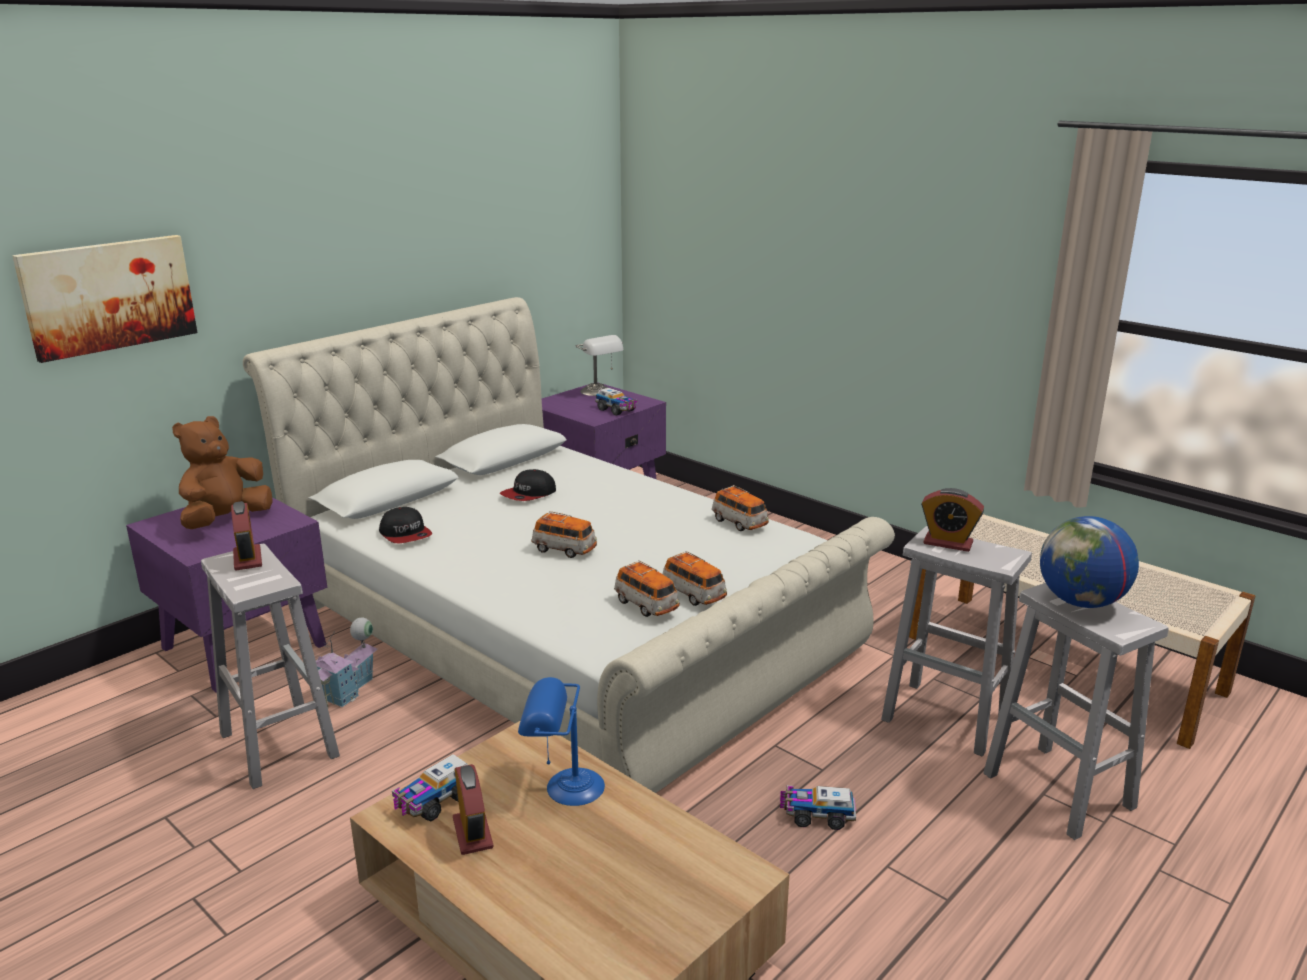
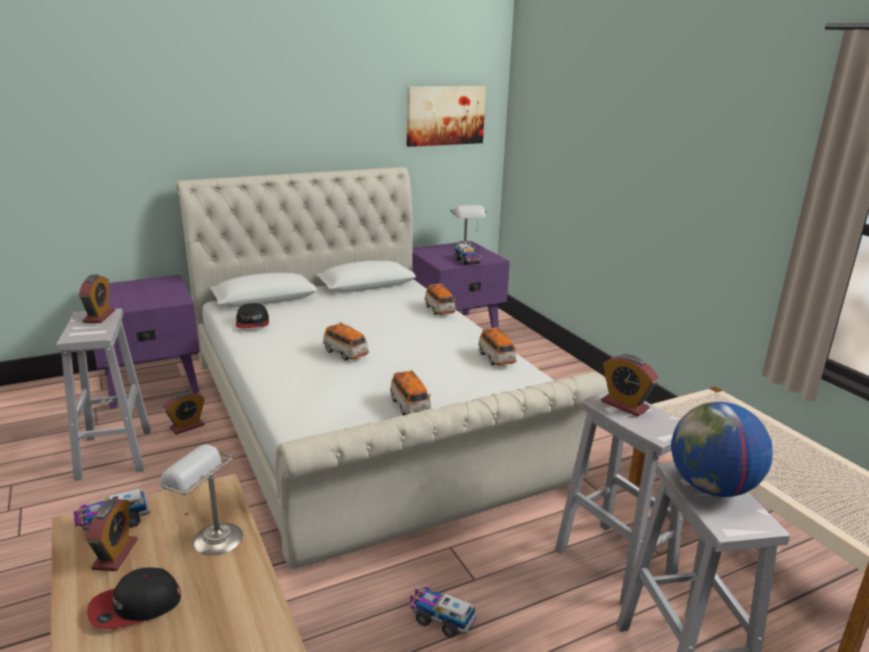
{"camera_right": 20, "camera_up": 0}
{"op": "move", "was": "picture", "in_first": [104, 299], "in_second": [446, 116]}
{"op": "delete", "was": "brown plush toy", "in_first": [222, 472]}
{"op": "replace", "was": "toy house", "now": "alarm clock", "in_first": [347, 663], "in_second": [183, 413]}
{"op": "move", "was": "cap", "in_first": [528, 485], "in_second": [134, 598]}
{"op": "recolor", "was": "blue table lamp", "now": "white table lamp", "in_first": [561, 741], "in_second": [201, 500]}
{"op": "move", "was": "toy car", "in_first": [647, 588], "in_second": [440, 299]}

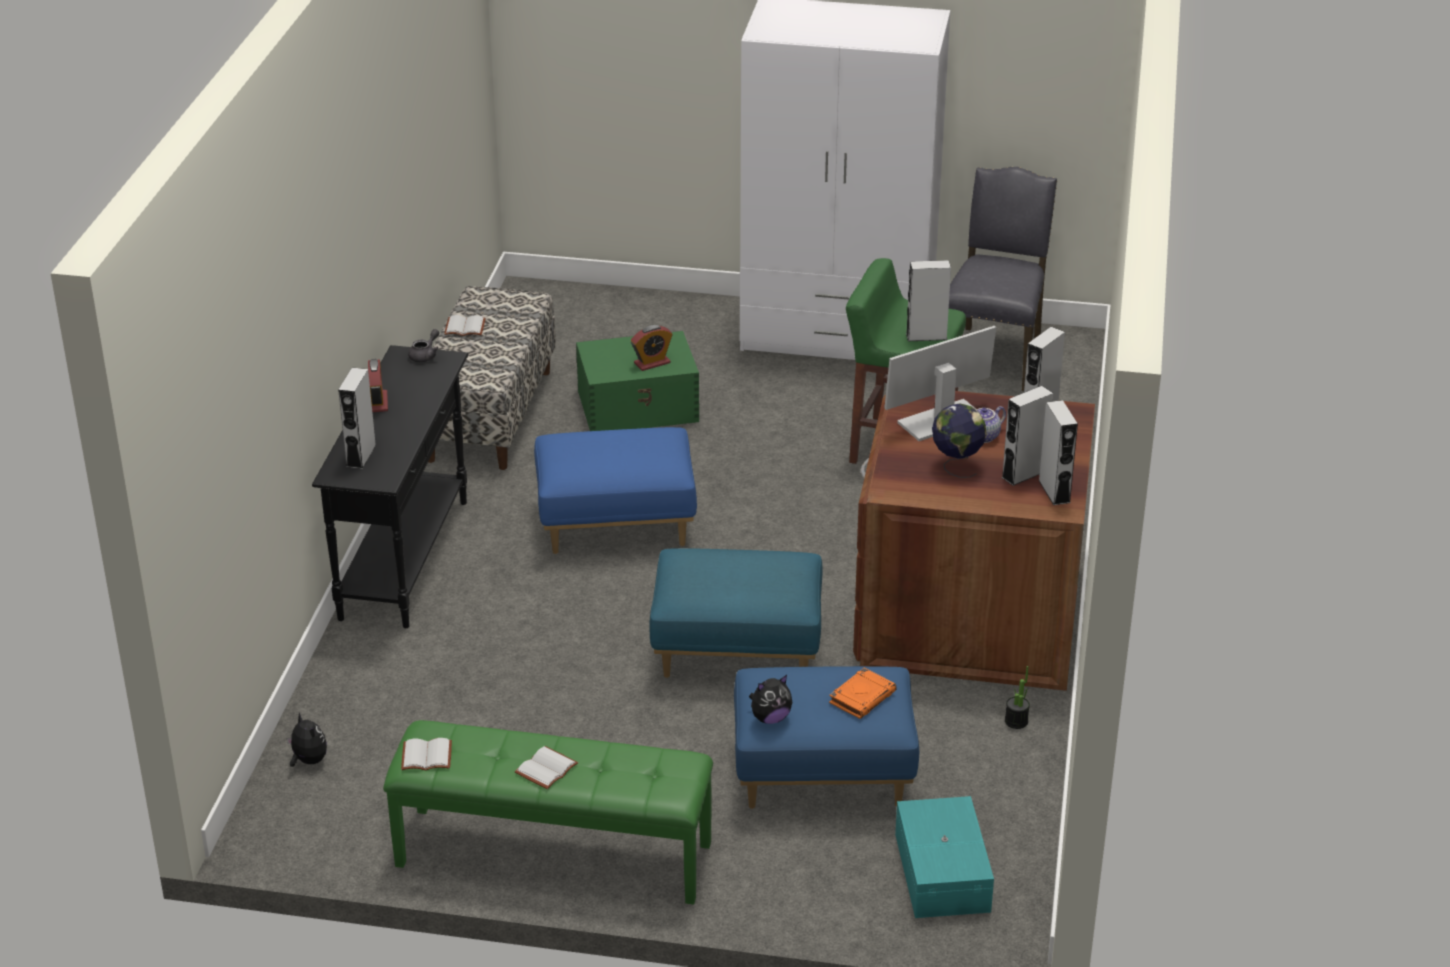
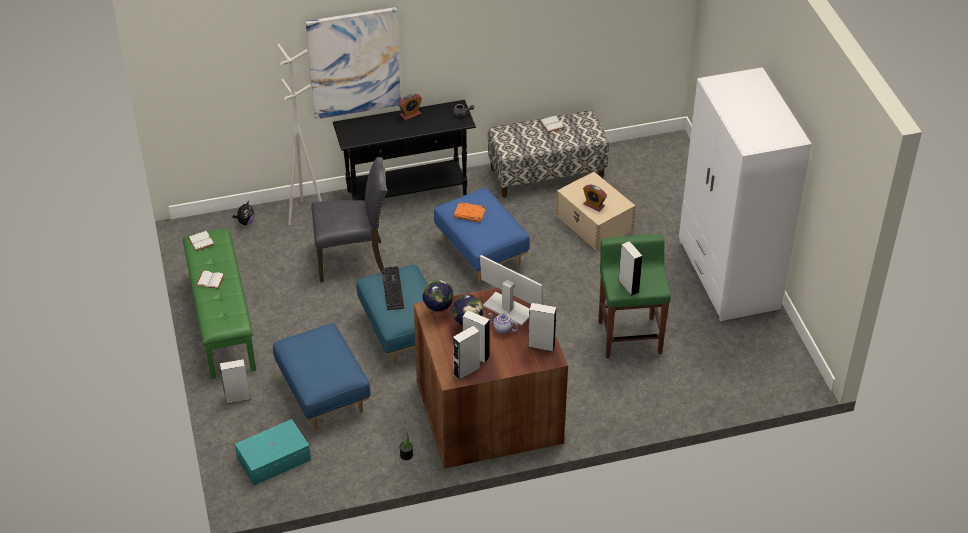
{"camera_right": 65, "camera_up": 10}
{"op": "move", "was": "grey speaker", "in_first": [357, 418], "in_second": [235, 381]}
{"op": "recolor", "was": "green storage box", "now": "beige storage box", "in_first": [637, 381], "in_second": [596, 211]}
{"op": "delete", "was": "plush toy", "in_first": [771, 699]}
{"op": "move", "was": "orange book", "in_first": [863, 693], "in_second": [469, 212]}
{"op": "move", "was": "grey chair", "in_first": [1003, 279], "in_second": [349, 220]}
{"op": "insert", "now": "grey clothes rack", "in_second": [299, 134]}
{"op": "insert", "now": "picture", "in_second": [353, 63]}
{"op": "insert", "now": "keyboard", "in_second": [393, 288]}
{"op": "insert", "now": "globe", "in_second": [438, 299]}

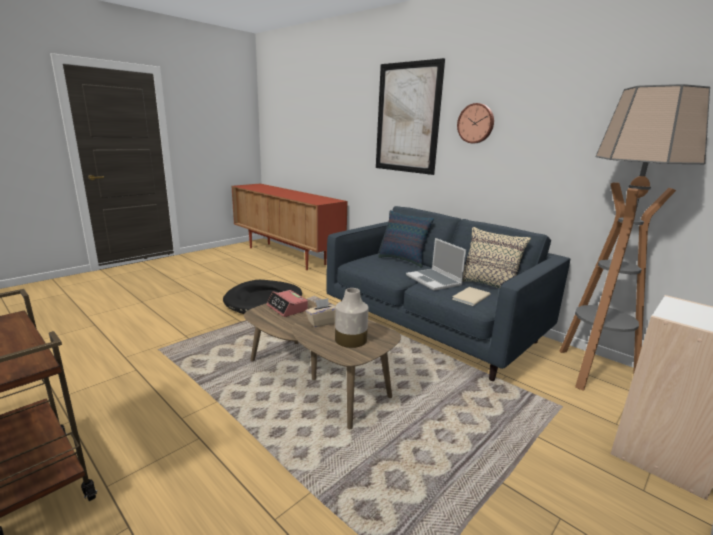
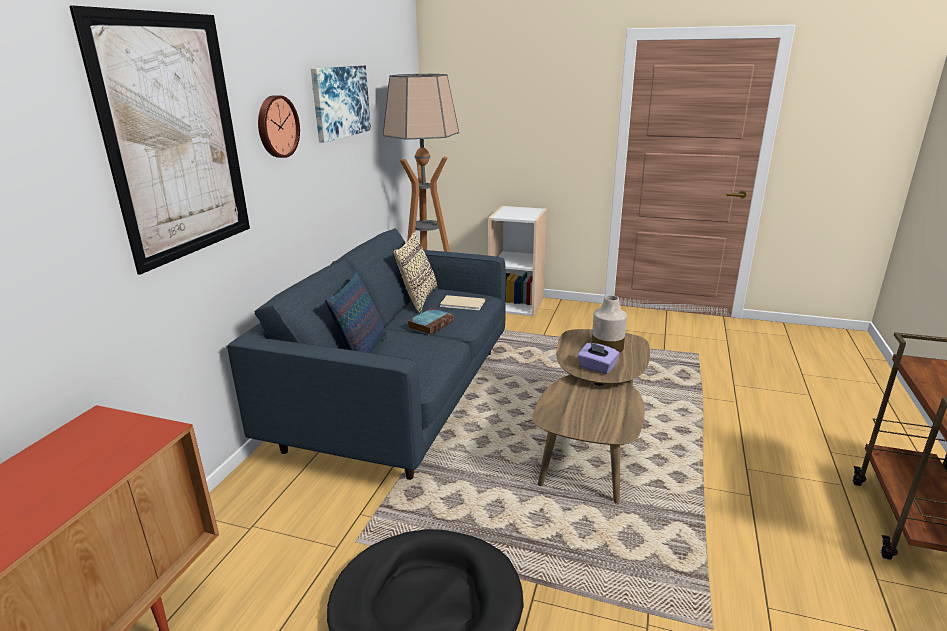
{"camera_right": -115, "camera_up": 5}
{"op": "delete", "was": "alarm clock", "in_first": [287, 303]}
{"op": "recolor", "was": "beige tissue box", "now": "purple tissue box", "in_first": [321, 312], "in_second": [598, 358]}
{"op": "replace", "was": "laptop", "now": "book", "in_first": [436, 264], "in_second": [431, 321]}
{"op": "insert", "now": "picture", "in_second": [341, 104]}

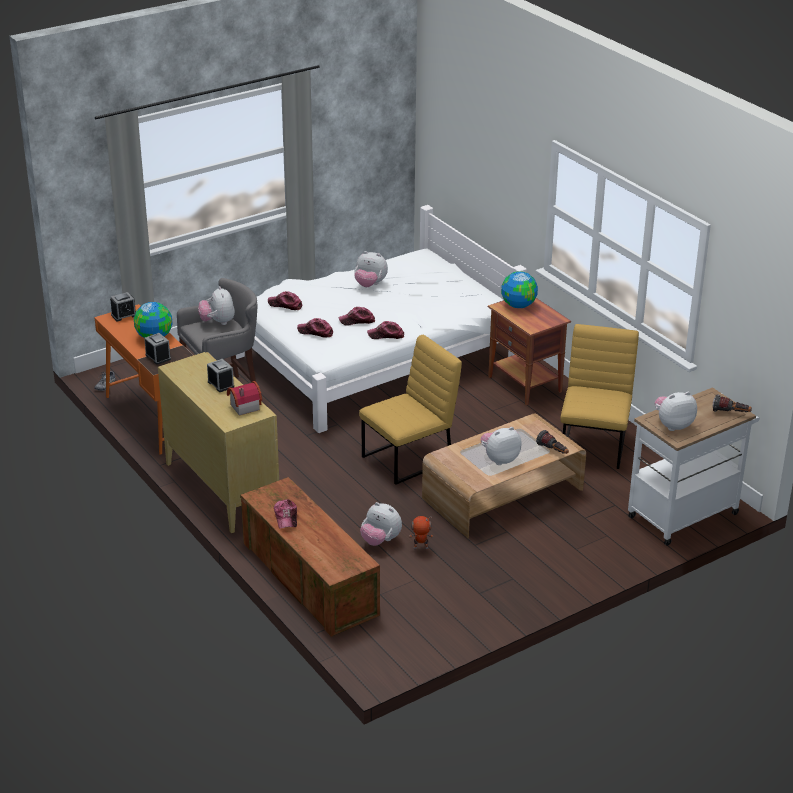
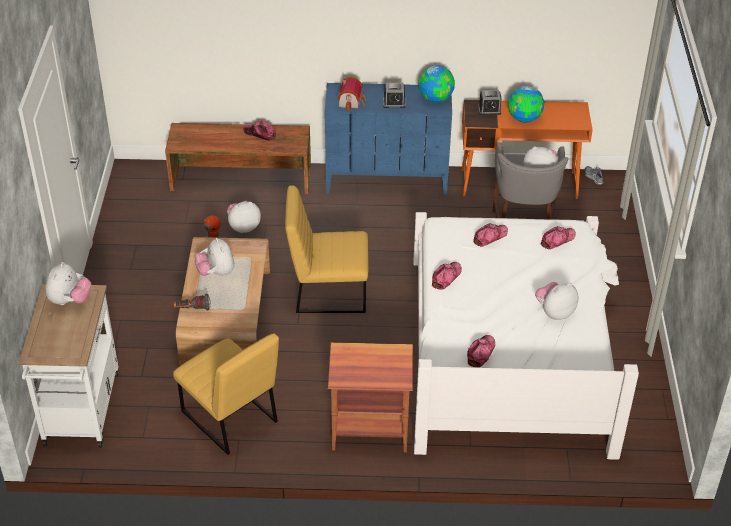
{"camera_right": 125, "camera_up": 10}
{"op": "delete", "was": "alarm clock", "in_first": [123, 306]}
{"op": "recolor", "was": "beige dresser", "now": "blue dresser", "in_first": [218, 442], "in_second": [388, 139]}
{"op": "move", "was": "cap", "in_first": [357, 316], "in_second": [481, 351]}
{"op": "rotate", "was": "yellow chair", "in_first": [410, 410], "in_second": [326, 249], "clockwise": 90}
{"op": "rotate", "was": "plush toy", "in_first": [501, 446], "in_second": [214, 257], "clockwise": 150}
{"op": "move", "was": "globe", "in_first": [519, 289], "in_second": [437, 83]}
{"op": "delete", "was": "flashlight", "in_first": [732, 403]}

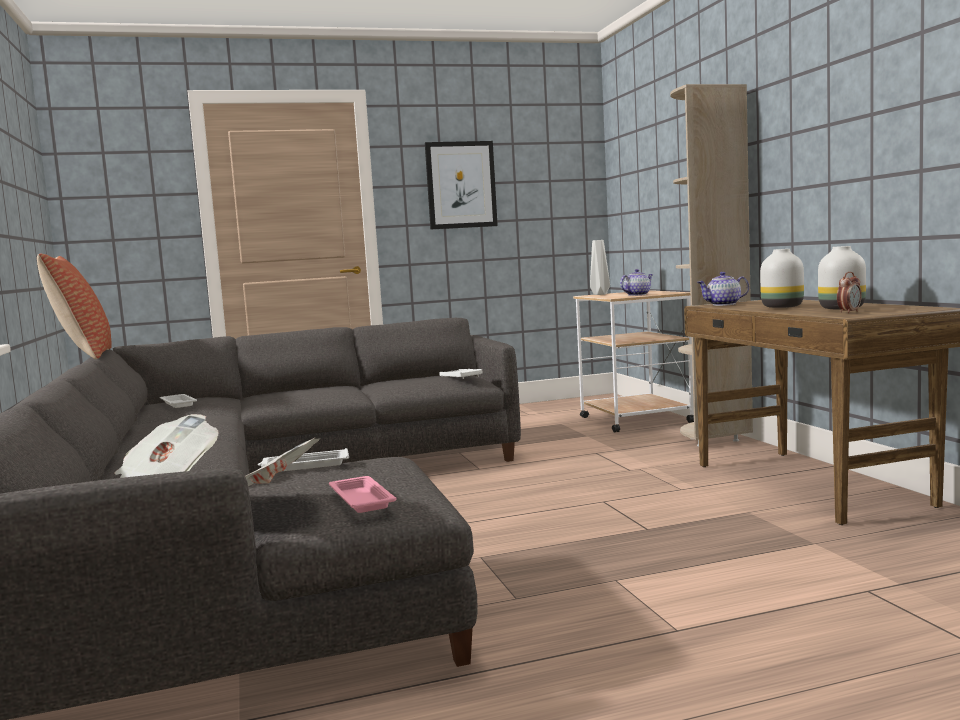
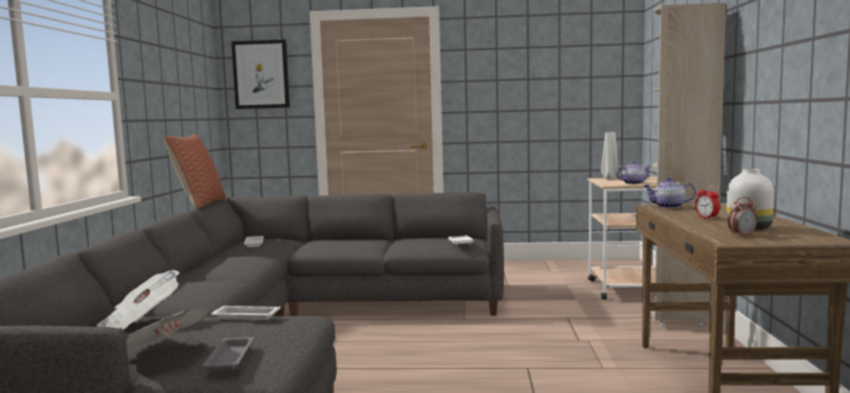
{"camera_right": 20, "camera_up": 0}
{"op": "recolor", "was": "pink tray", "now": "grey tray", "in_first": [362, 494], "in_second": [228, 354]}
{"op": "move", "was": "picture", "in_first": [461, 185], "in_second": [260, 74]}
{"op": "replace", "was": "white vase", "now": "alarm clock", "in_first": [782, 278], "in_second": [707, 202]}

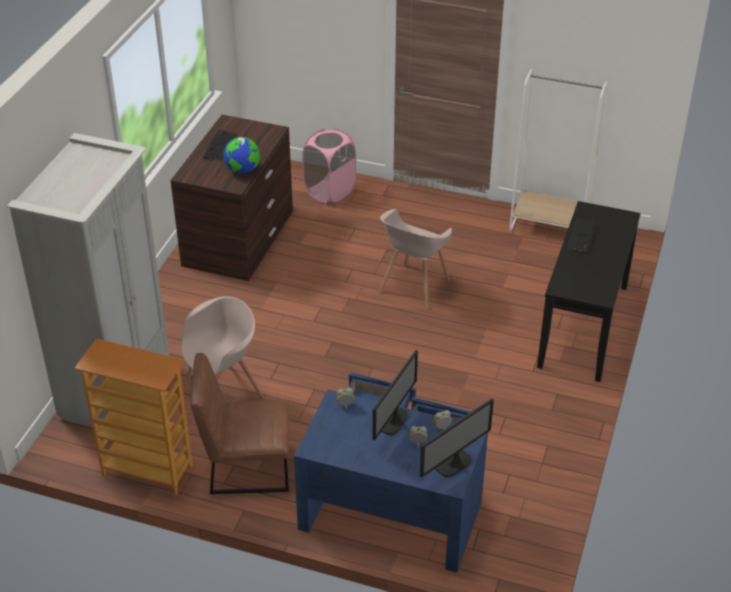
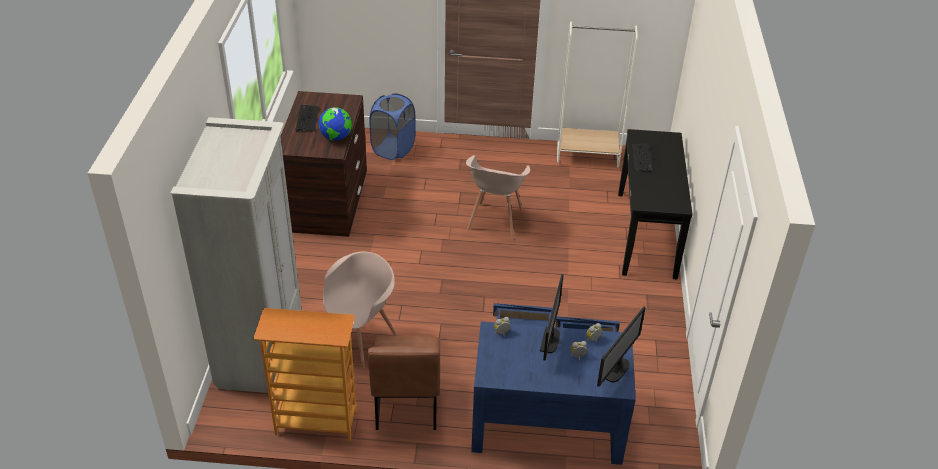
{"camera_right": -15, "camera_up": 0}
{"op": "rotate", "was": "brown chair", "in_first": [240, 423], "in_second": [404, 382], "clockwise": -75}
{"op": "recolor", "was": "pink laundry basket", "now": "blue laundry basket", "in_first": [329, 166], "in_second": [392, 126]}

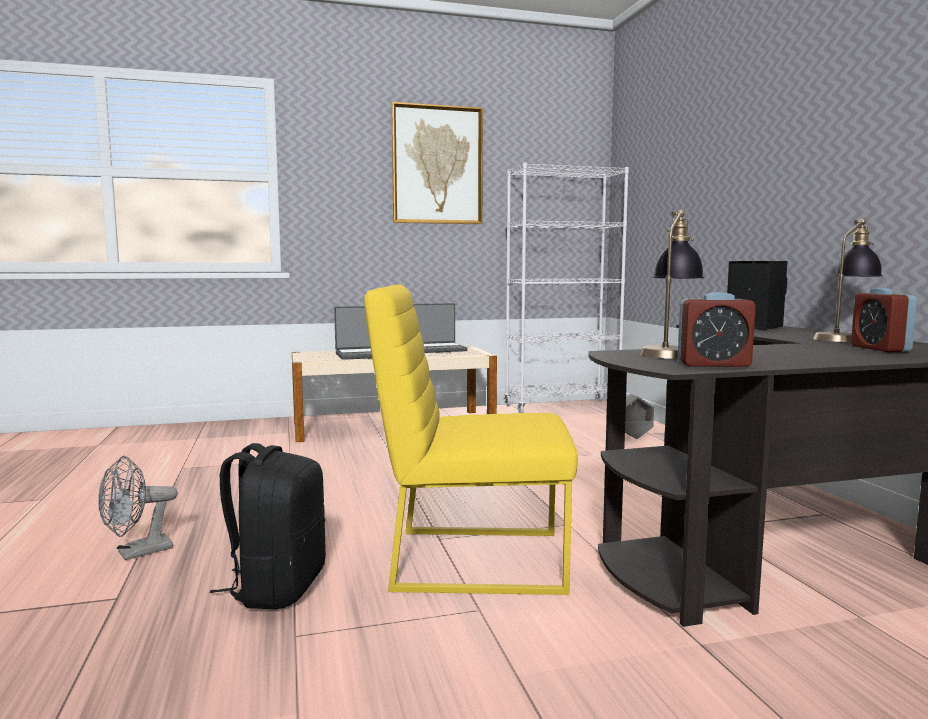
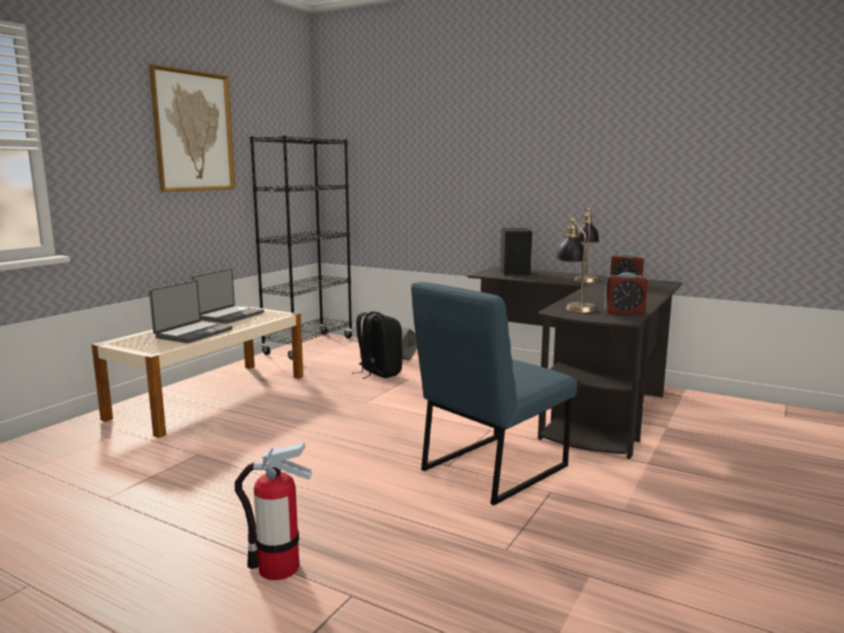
{"camera_right": -45, "camera_up": 5}
{"op": "replace", "was": "grey fan", "now": "fire extinguisher", "in_first": [137, 508], "in_second": [273, 511]}
{"op": "move", "was": "black backpack", "in_first": [268, 526], "in_second": [377, 345]}
{"op": "recolor", "was": "yellow chair", "now": "blue chair", "in_first": [471, 439], "in_second": [494, 393]}
{"op": "recolor", "was": "white bookcase", "now": "black bookcase", "in_first": [566, 287], "in_second": [301, 248]}
{"op": "rotate", "was": "alarm clock", "in_first": [717, 329], "in_second": [626, 293], "clockwise": 45}

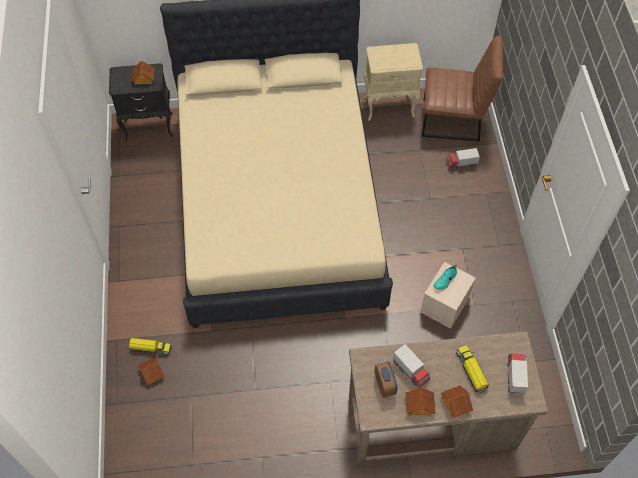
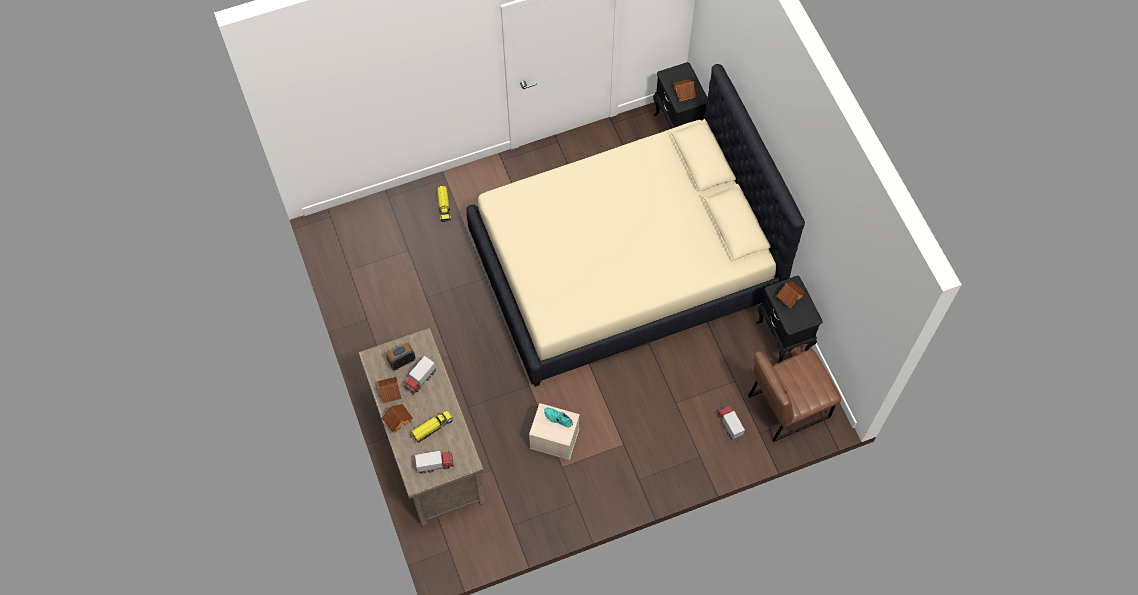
{"camera_right": 75, "camera_up": 5}
{"op": "move", "was": "toy house", "in_first": [151, 371], "in_second": [791, 295]}
{"op": "recolor", "was": "beige nightstand", "now": "black nightstand", "in_first": [393, 82], "in_second": [789, 319]}
{"op": "rotate", "was": "brown chair", "in_first": [462, 88], "in_second": [794, 395], "clockwise": 75}

